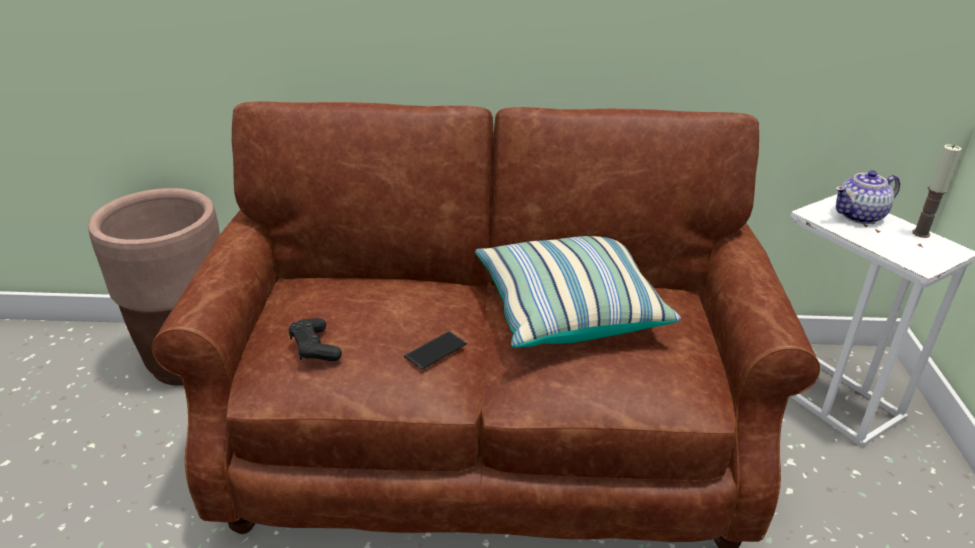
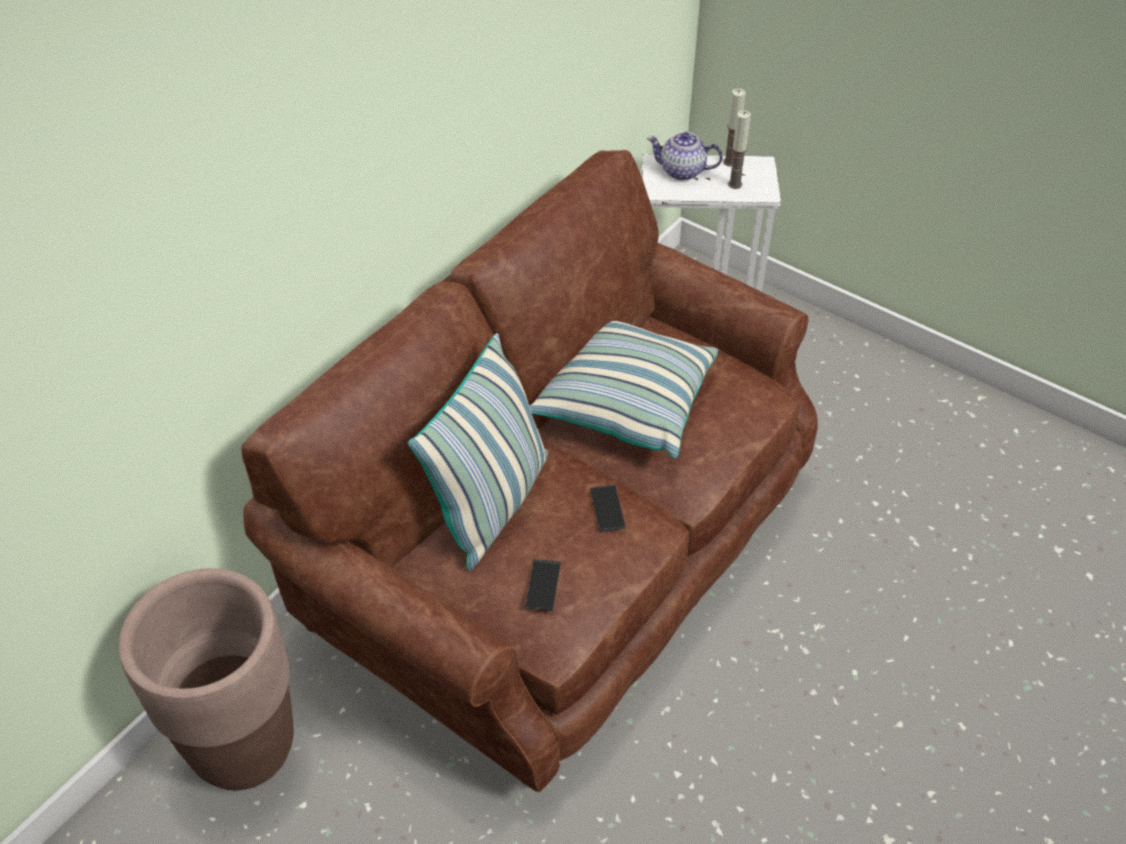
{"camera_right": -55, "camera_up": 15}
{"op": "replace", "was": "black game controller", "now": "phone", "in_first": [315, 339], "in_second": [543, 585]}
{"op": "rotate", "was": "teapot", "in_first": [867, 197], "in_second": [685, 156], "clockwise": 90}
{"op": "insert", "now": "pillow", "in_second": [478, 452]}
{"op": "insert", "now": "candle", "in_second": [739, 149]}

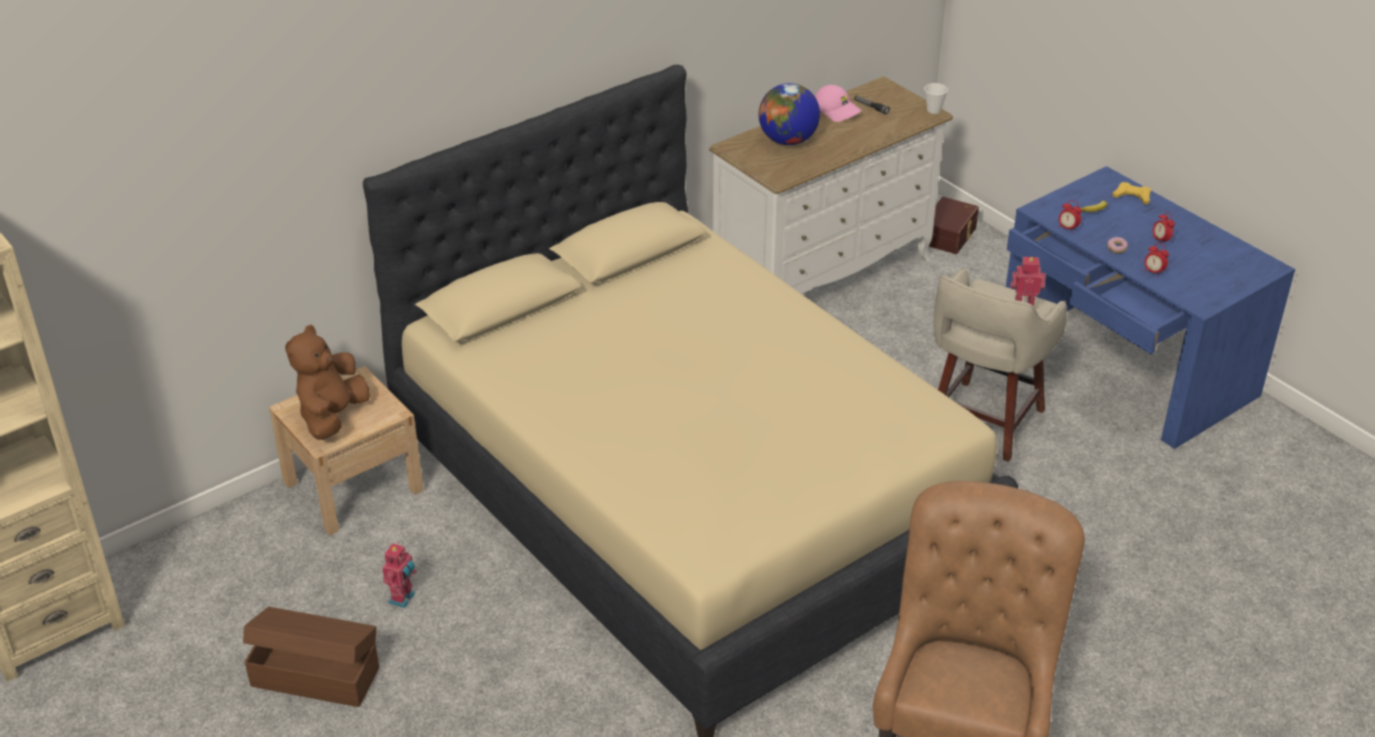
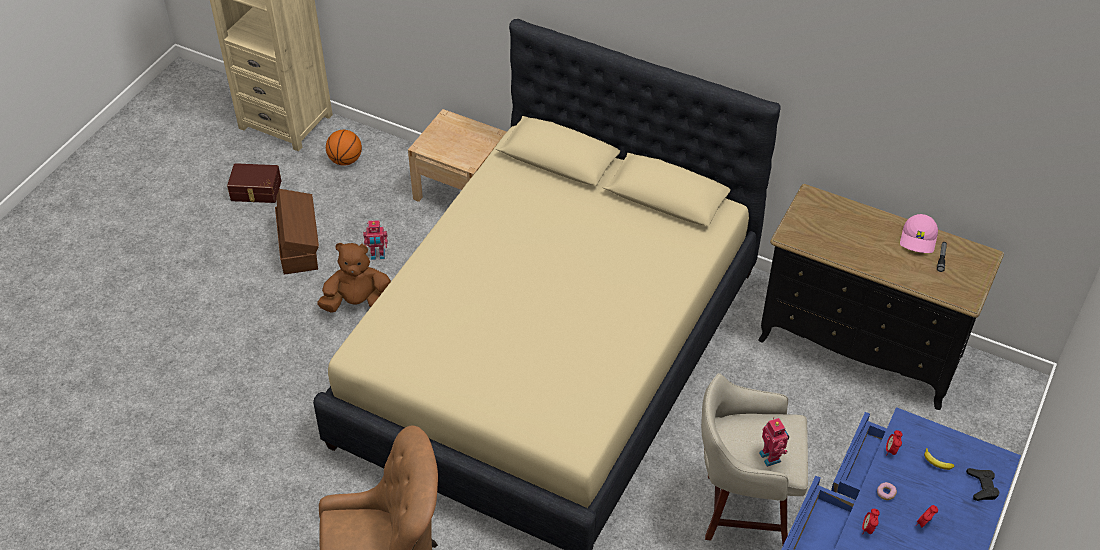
{"camera_right": 65, "camera_up": 10}
{"op": "move", "was": "brown plush toy", "in_first": [327, 382], "in_second": [354, 278]}
{"op": "recolor", "was": "white dresser", "now": "black dresser", "in_first": [831, 184], "in_second": [881, 297]}
{"op": "delete", "was": "globe", "in_first": [789, 114]}
{"op": "delete", "was": "cup", "in_first": [936, 98]}
{"op": "move", "was": "brown storage box", "in_first": [954, 225], "in_second": [254, 183]}
{"op": "recolor", "was": "yellow game controller", "now": "black game controller", "in_first": [1131, 193], "in_second": [982, 484]}
{"op": "insert", "now": "basketball", "in_second": [344, 148]}

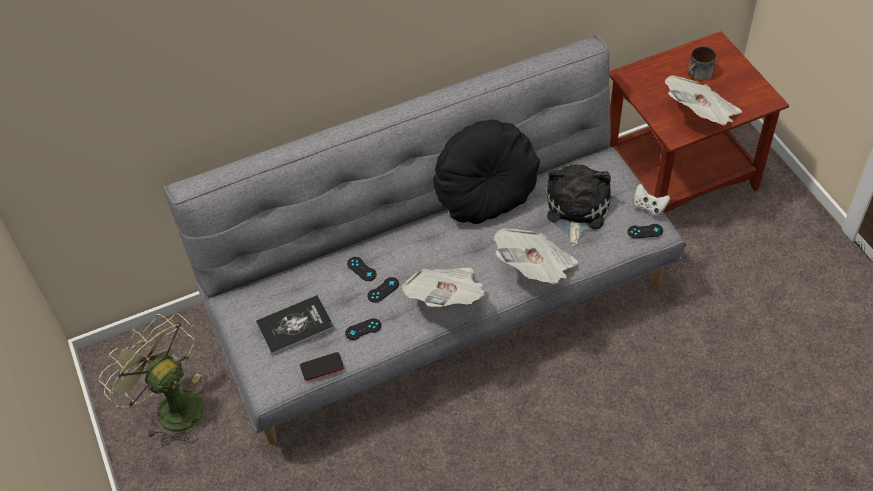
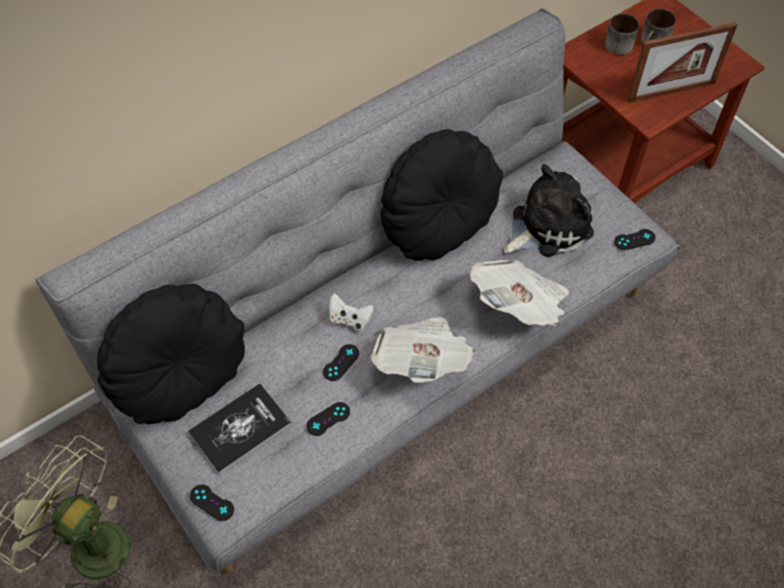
{"camera_right": -15, "camera_up": 5}
{"op": "delete", "was": "phone", "in_first": [322, 366]}
{"op": "move", "was": "black game controller", "in_first": [362, 269], "in_second": [212, 502]}
{"op": "rotate", "was": "plush toy", "in_first": [579, 205], "in_second": [549, 210], "clockwise": 60}
{"op": "move", "was": "white game controller", "in_first": [652, 200], "in_second": [351, 312]}
{"op": "replace", "was": "newspaper", "now": "picture frame", "in_first": [703, 100], "in_second": [682, 62]}
{"op": "insert", "now": "black pillow", "in_second": [171, 354]}
{"op": "insert", "now": "mug", "in_second": [622, 34]}

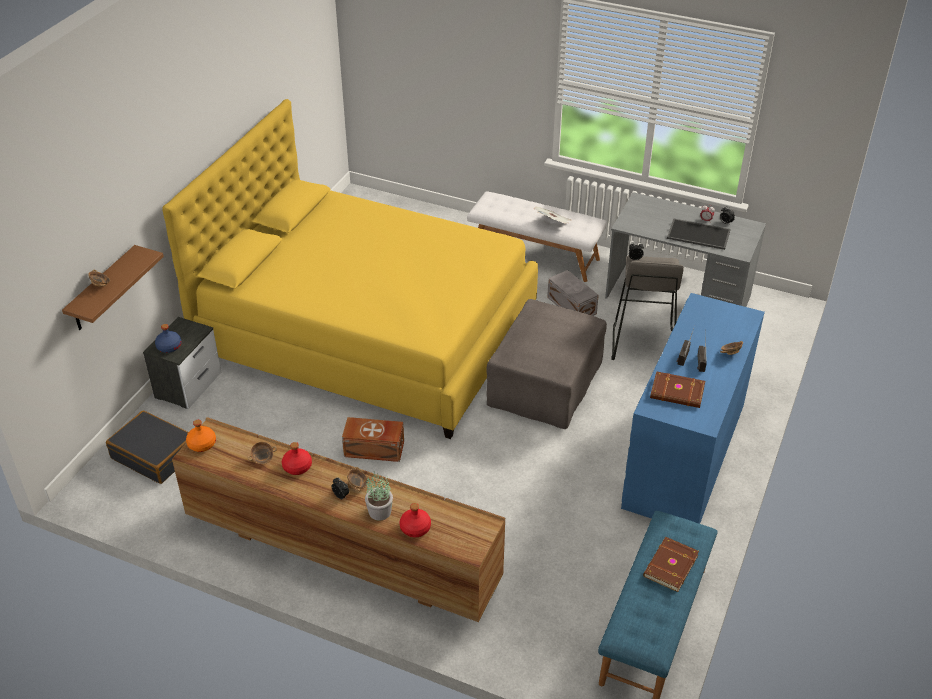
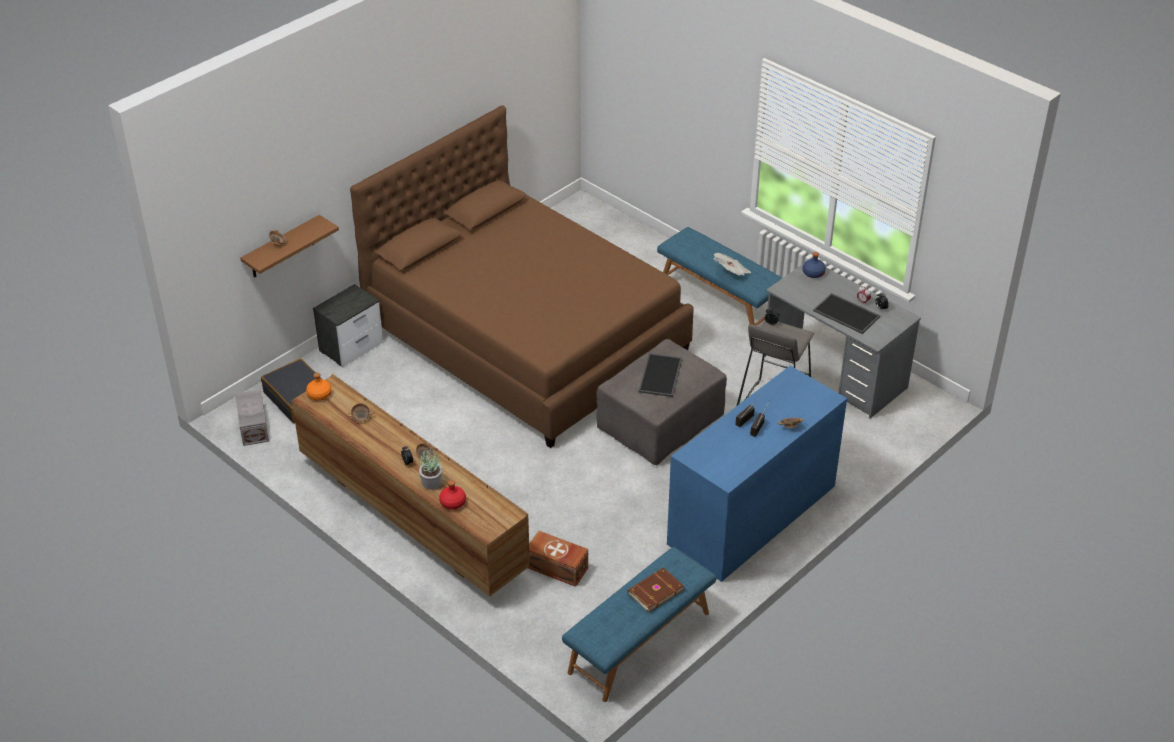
{"camera_right": 20, "camera_up": 0}
{"op": "move", "was": "blue bottle", "in_first": [168, 338], "in_second": [814, 265]}
{"op": "recolor", "was": "yellow bed", "now": "brown bed", "in_first": [350, 269], "in_second": [522, 276]}
{"op": "delete", "was": "red bottle", "in_first": [297, 458]}
{"op": "move", "was": "brown storage box", "in_first": [373, 439], "in_second": [558, 559]}
{"op": "recolor", "was": "white bench", "now": "blue bench", "in_first": [537, 236], "in_second": [719, 276]}
{"op": "move", "was": "grey storage box", "in_first": [573, 293], "in_second": [252, 417]}
{"op": "delete", "was": "brown book", "in_first": [677, 389]}
{"op": "insert", "now": "tray", "in_second": [660, 375]}

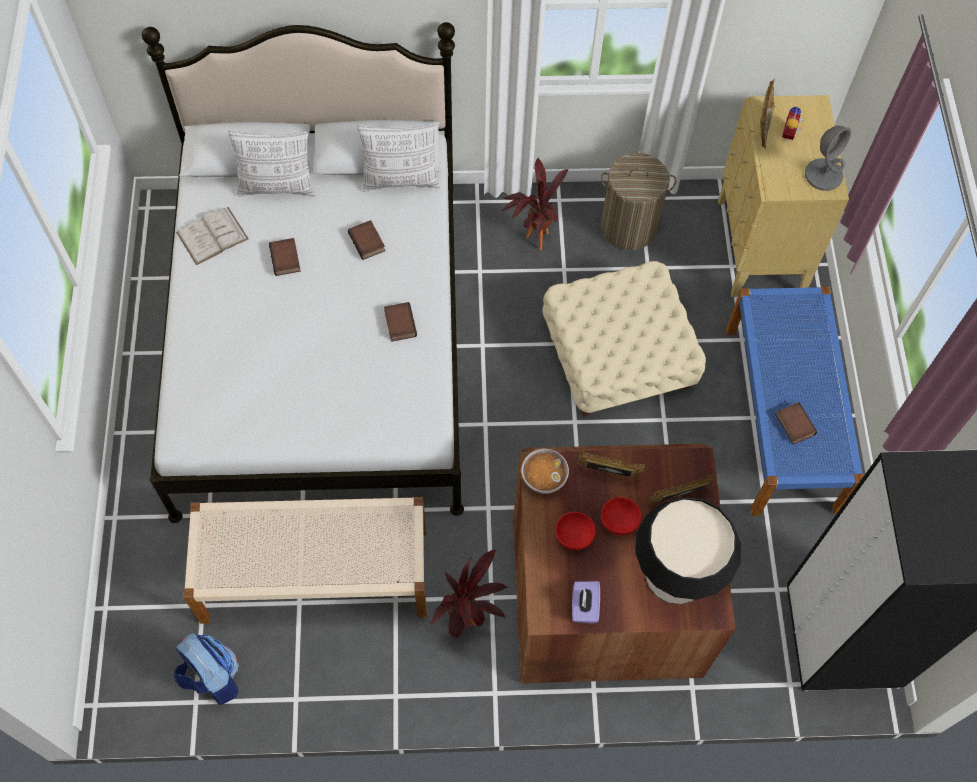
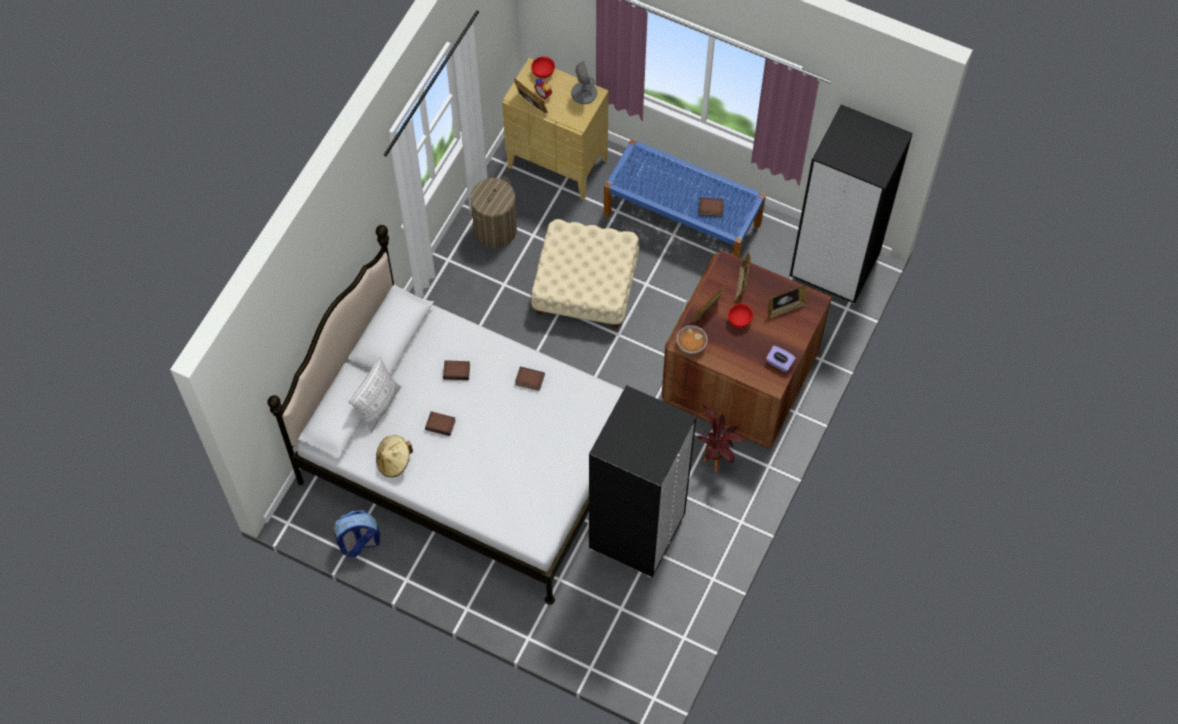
{"camera_right": -60, "camera_up": 0}
{"op": "move", "was": "backpack", "in_first": [206, 669], "in_second": [356, 533]}
{"op": "replace", "was": "white book", "now": "beige hat", "in_first": [212, 236], "in_second": [394, 456]}
{"op": "replace", "was": "beige bench", "now": "wardrobe", "in_first": [305, 560], "in_second": [643, 481]}
{"op": "delete", "was": "pillow", "in_first": [398, 157]}
{"op": "delete", "was": "potted plant", "in_first": [535, 203]}
{"op": "move", "was": "red bowl", "in_first": [575, 531], "in_second": [543, 67]}
{"op": "replace", "was": "table lamp", "now": "picture frame", "in_first": [688, 551], "in_second": [787, 302]}

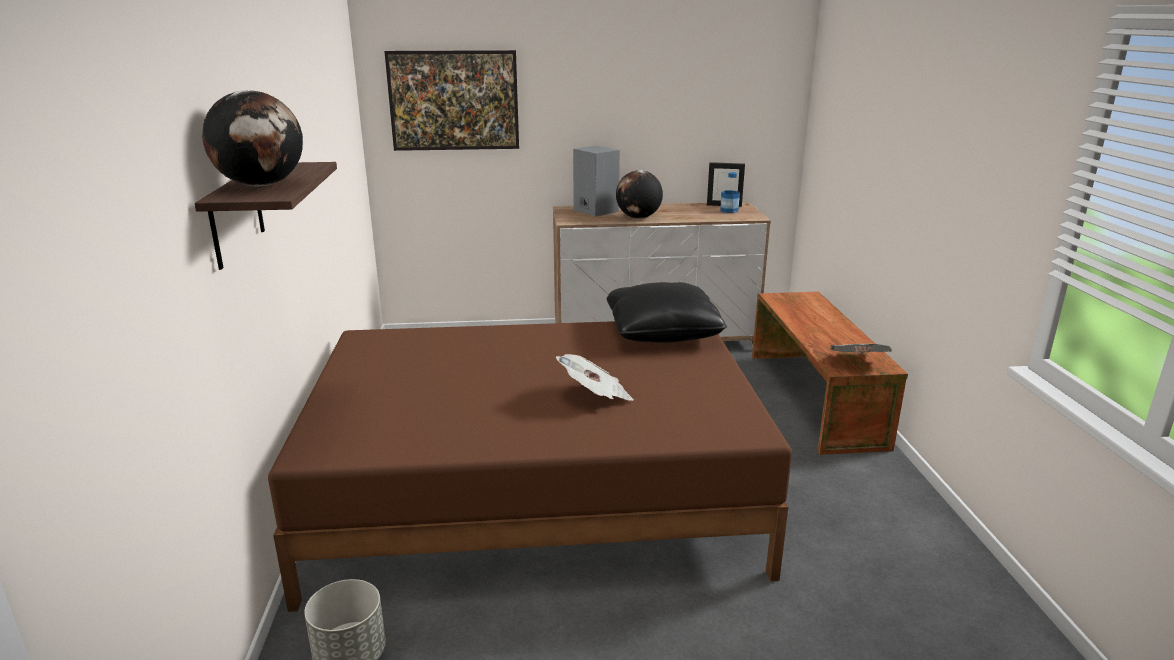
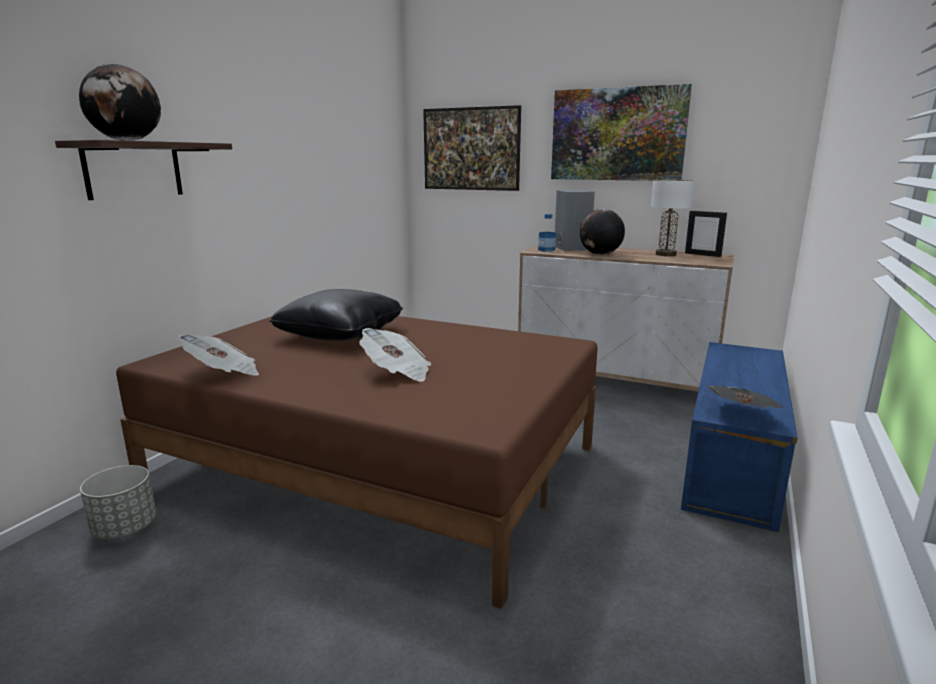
{"camera_right": 30, "camera_up": -5}
{"op": "move", "was": "black pillow", "in_first": [667, 312], "in_second": [336, 315]}
{"op": "move", "was": "bottle", "in_first": [730, 192], "in_second": [547, 233]}
{"op": "recolor", "was": "brown bench", "now": "blue bench", "in_first": [830, 373], "in_second": [739, 437]}
{"op": "insert", "now": "newspaper", "in_second": [218, 355]}
{"op": "insert", "now": "picture", "in_second": [621, 132]}
{"op": "insert", "now": "table lamp", "in_second": [672, 218]}

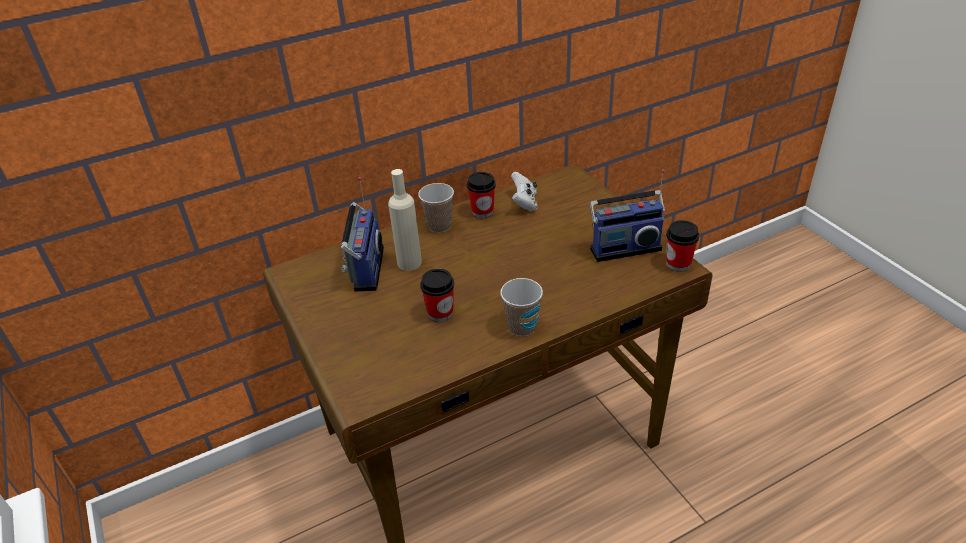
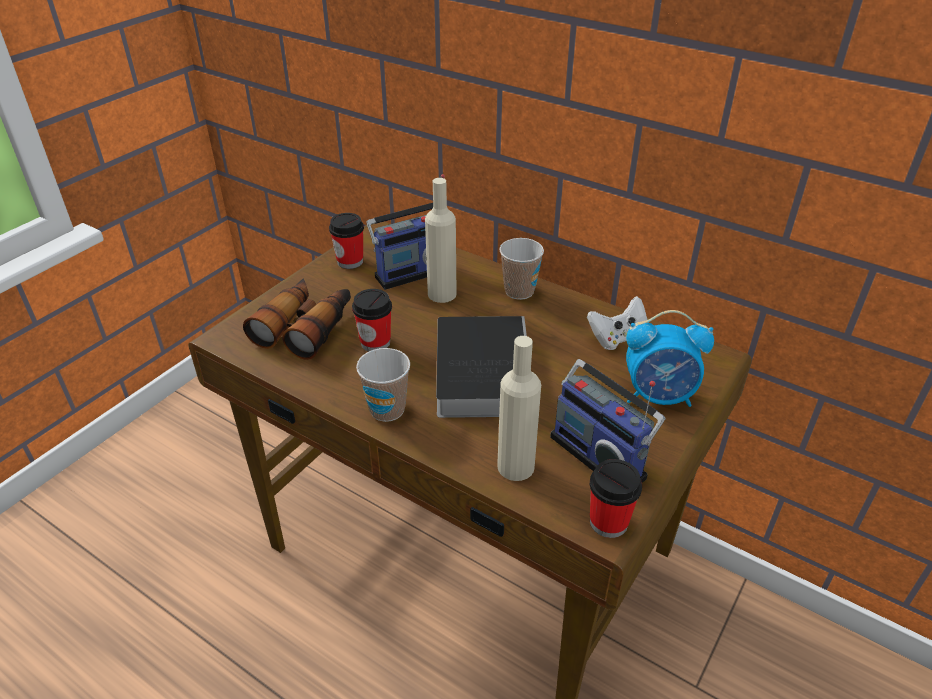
{"camera_right": 60, "camera_up": 0}
{"op": "move", "was": "cup", "in_first": [481, 195], "in_second": [346, 241]}
{"op": "insert", "now": "binoculars", "in_second": [297, 319]}
{"op": "insert", "now": "book", "in_second": [481, 367]}
{"op": "insert", "now": "beige bottle", "in_second": [519, 408]}
{"op": "insert", "now": "alarm clock", "in_second": [670, 358]}

